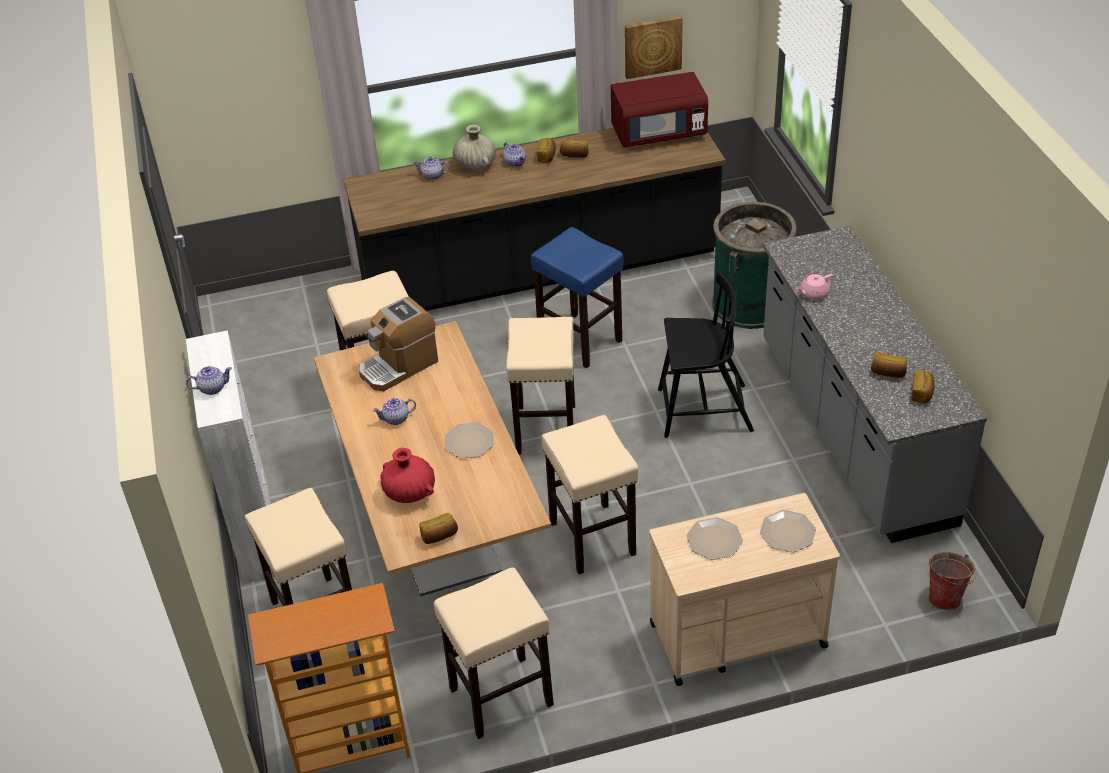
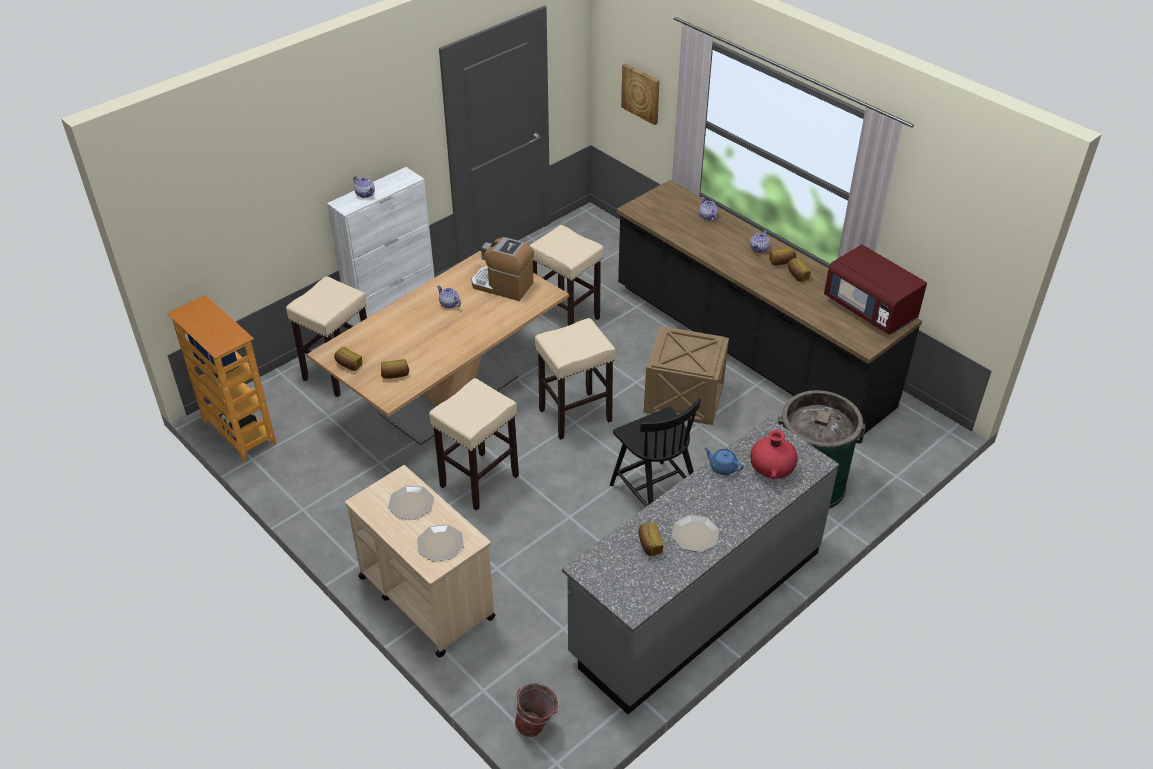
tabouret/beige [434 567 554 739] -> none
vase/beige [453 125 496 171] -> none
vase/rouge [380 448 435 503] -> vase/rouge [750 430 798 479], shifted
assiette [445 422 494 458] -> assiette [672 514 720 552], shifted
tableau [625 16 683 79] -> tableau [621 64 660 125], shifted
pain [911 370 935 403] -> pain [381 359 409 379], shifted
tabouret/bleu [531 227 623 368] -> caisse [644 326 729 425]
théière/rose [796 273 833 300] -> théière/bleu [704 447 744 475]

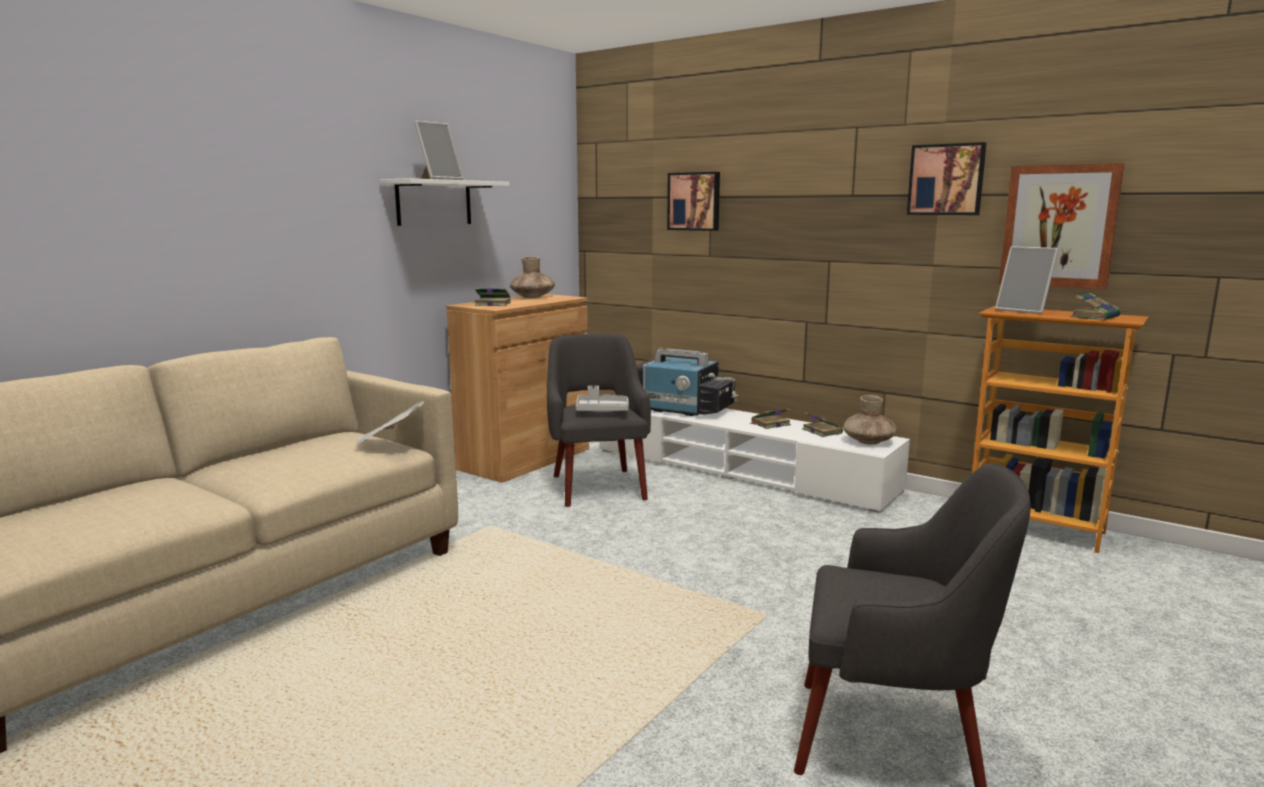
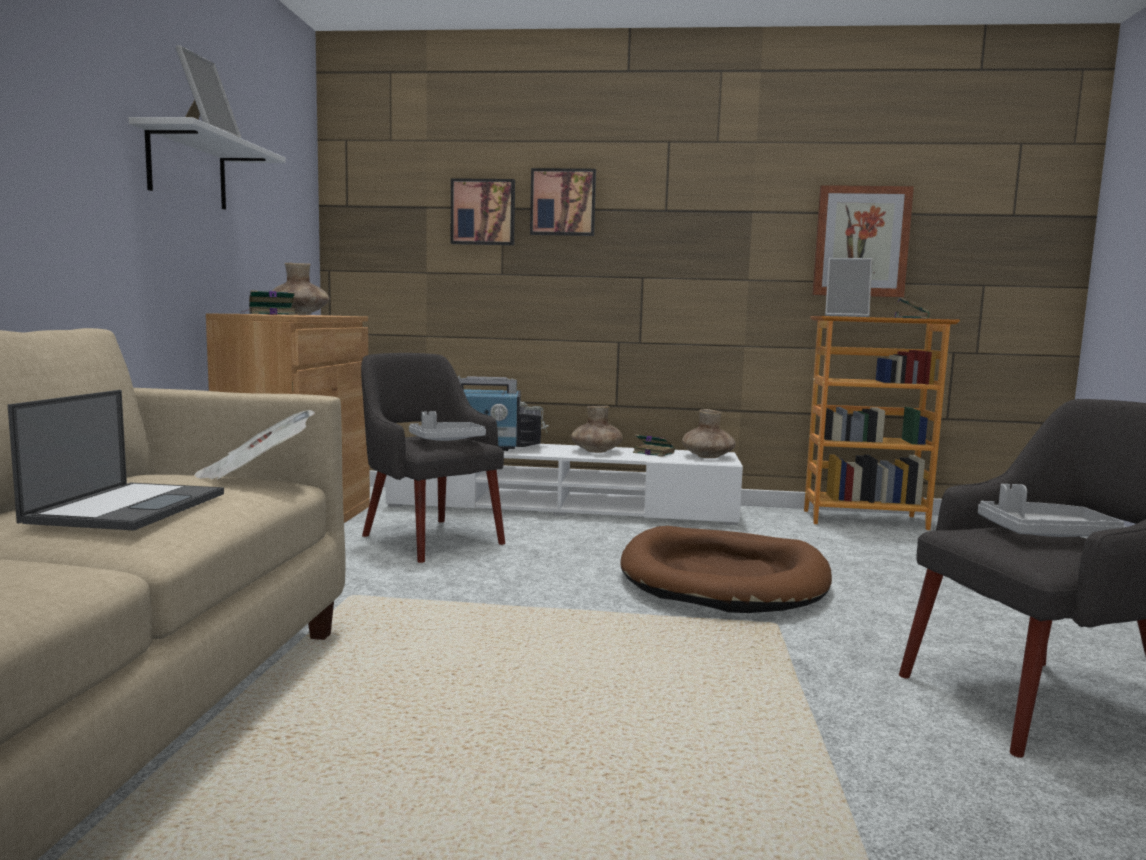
none -> ordinateur portable [8 390 224 531]
none -> panier pour chien/marron [620 526 832 613]
none -> plateau/gris [978 484 1126 537]
tableau [907 142 986 215] -> tableau [530 168 596 236], shifted
livre [751 408 791 429] -> vase/marron [571 406 623 453]

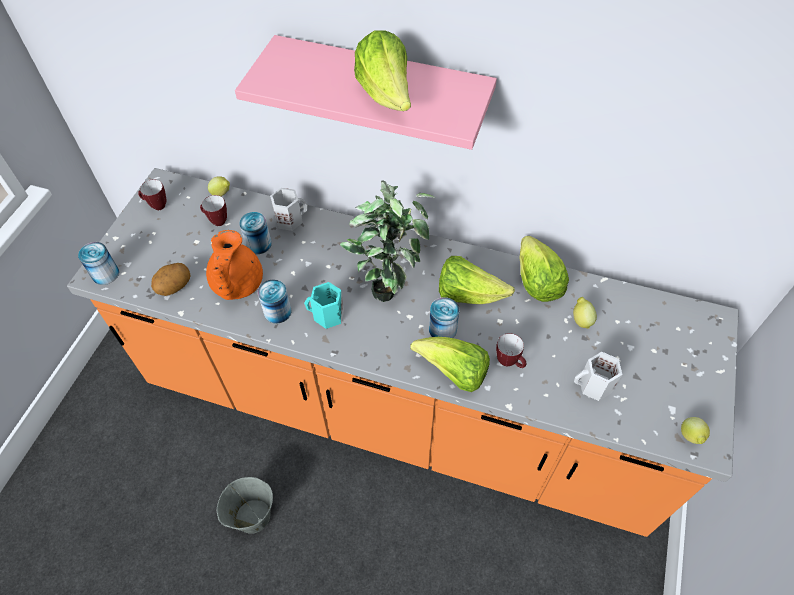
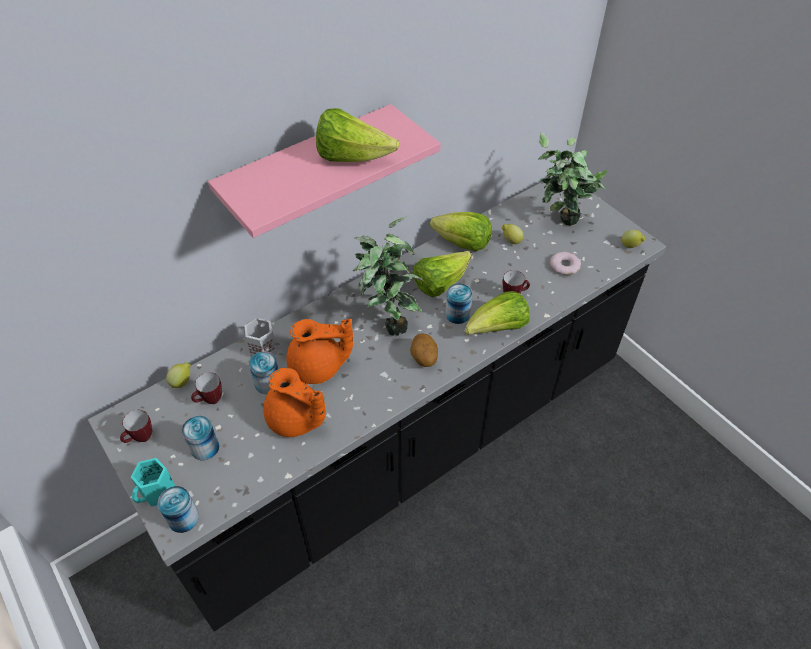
seau/gris [217 477 273 534] -> none
none -> théière/orange [286 319 353 384]
none -> plante en pot [538 132 607 226]
pomme de terre [151 263 191 296] -> pomme de terre [410 333 438 367], shifted
boîte métallique [258 279 291 324] -> boîte métallique [182 416 219 460], shifted
mug/turquoise [304 282 344 329] -> mug/turquoise [131 458 175 507], shifted
mug/blanc [574 352 623 401] -> beignet [550 252 581 275]
comptoir de cuisine/orange [67 168 739 537] -> comptoir de cuisine/noir [88 175 666 632]

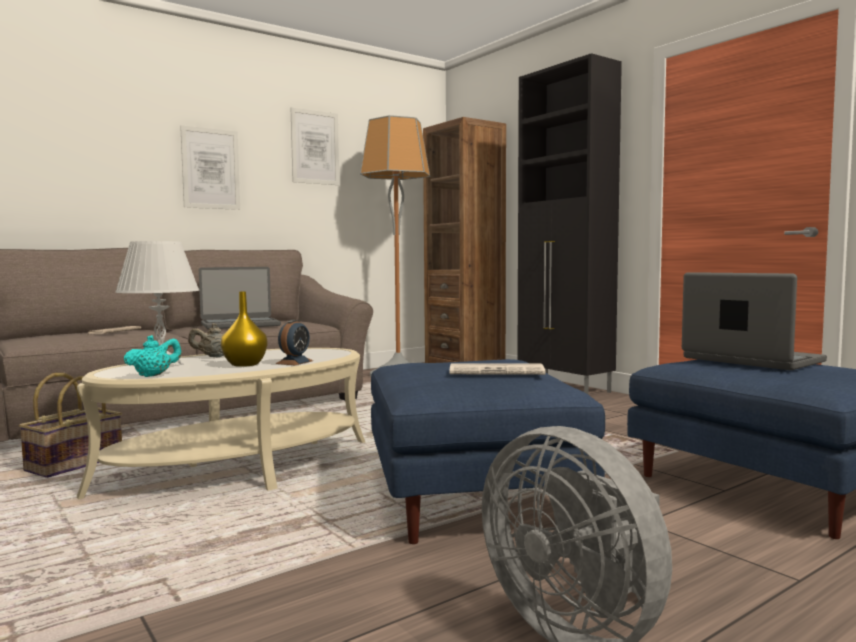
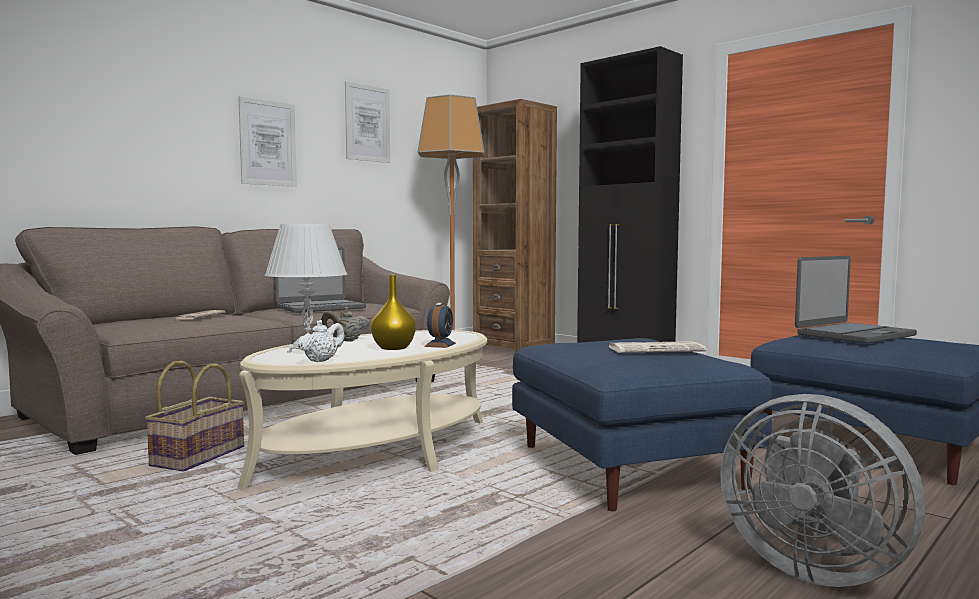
théière/turquoise [124 335 181 377] -> théière/blanc [298 320 345 362]
ordinateur portable [682 272 827 370] -> ordinateur portable [795 256 917 344], 105 degrees clockwise

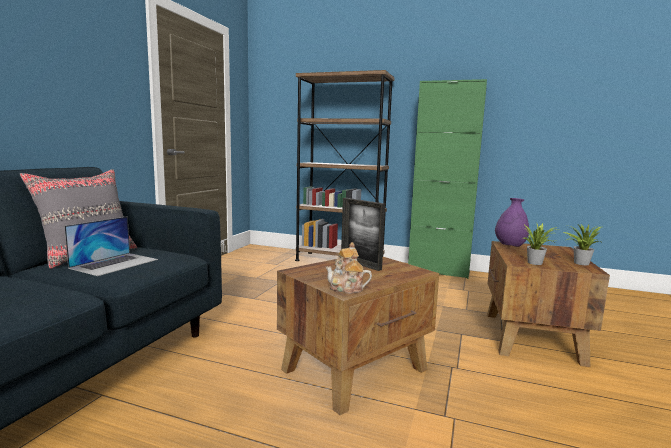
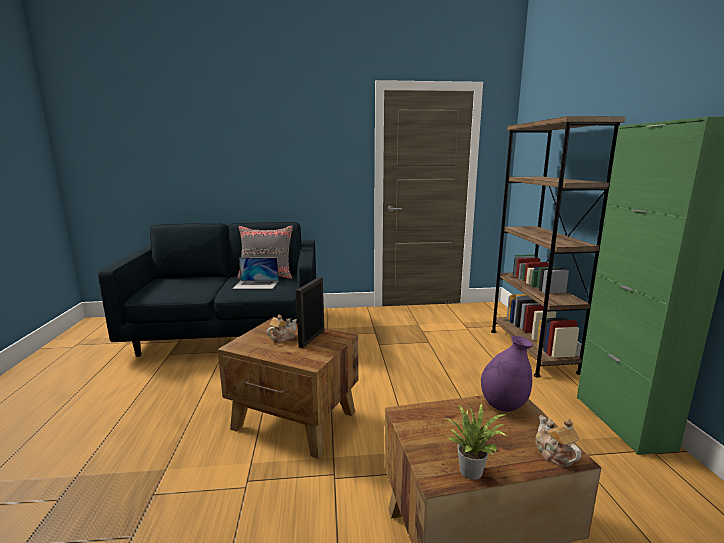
plante en pot [522 222 561 265] -> none
théière [326 253 372 294] -> théière [535 415 581 466], shifted

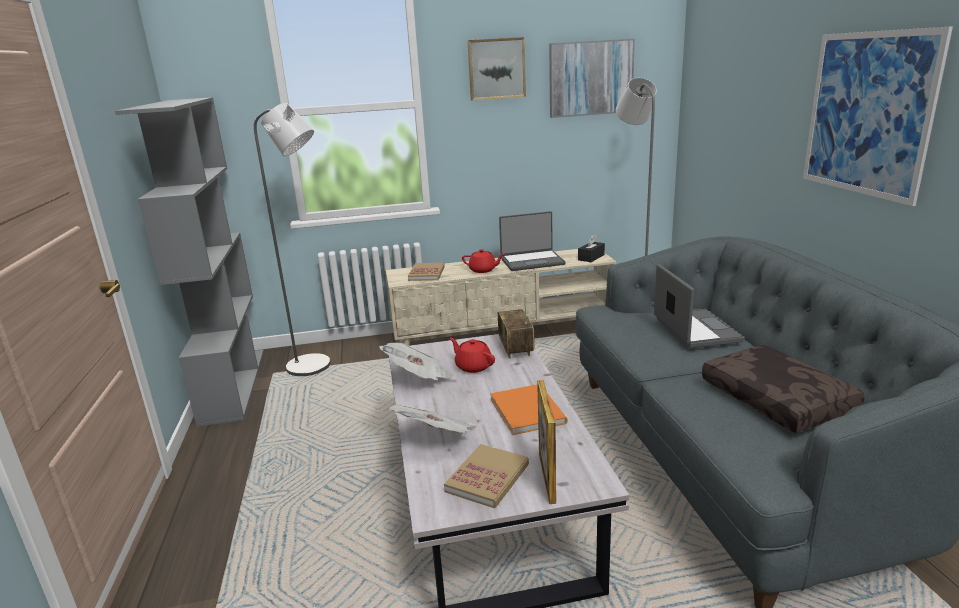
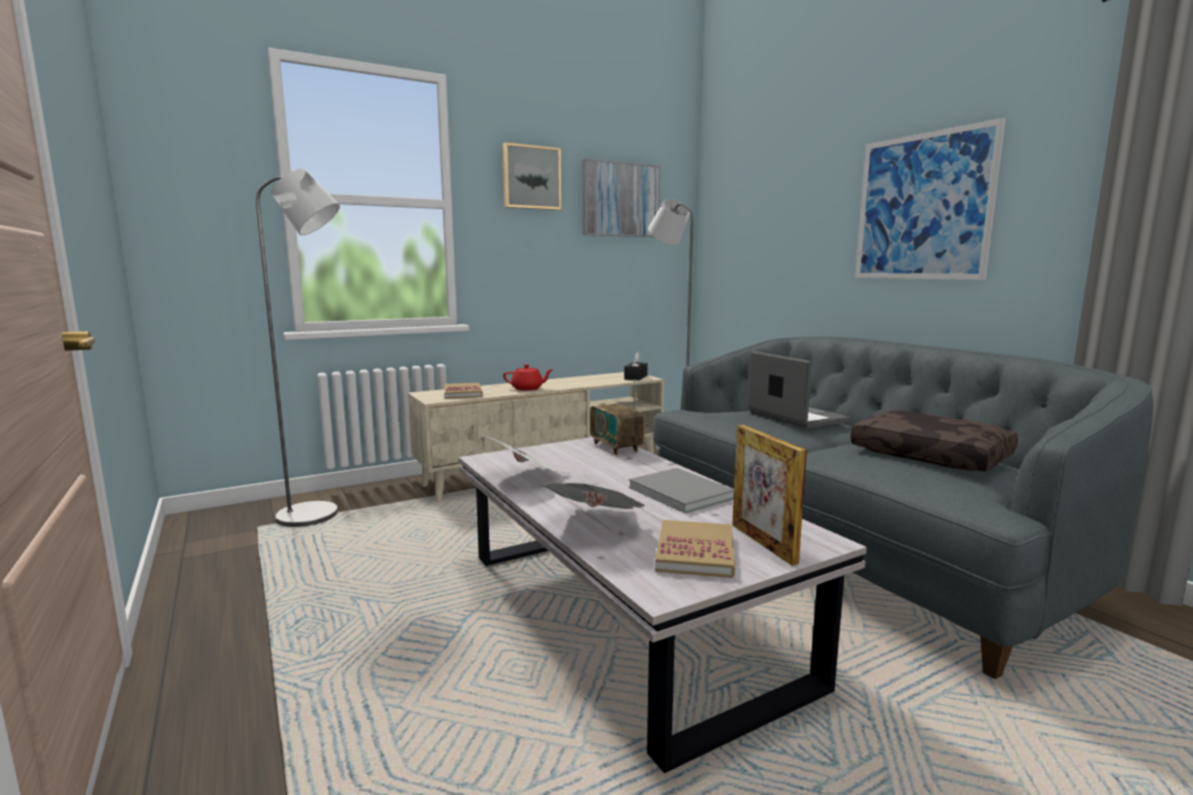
bibliothèque/gris [115 97 264 427] -> none
théière/rouge [450 338 495 373] -> none
ordinateur portable [499 211 565 271] -> none
livre/orange [490 385 567 435] -> livre/gris [629 468 734 513]

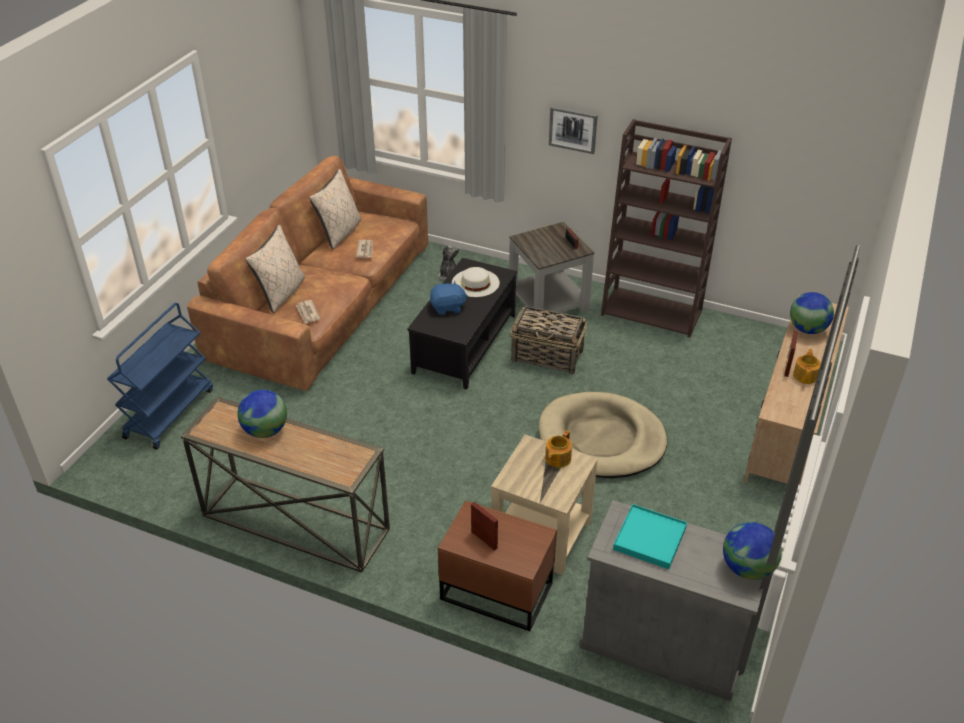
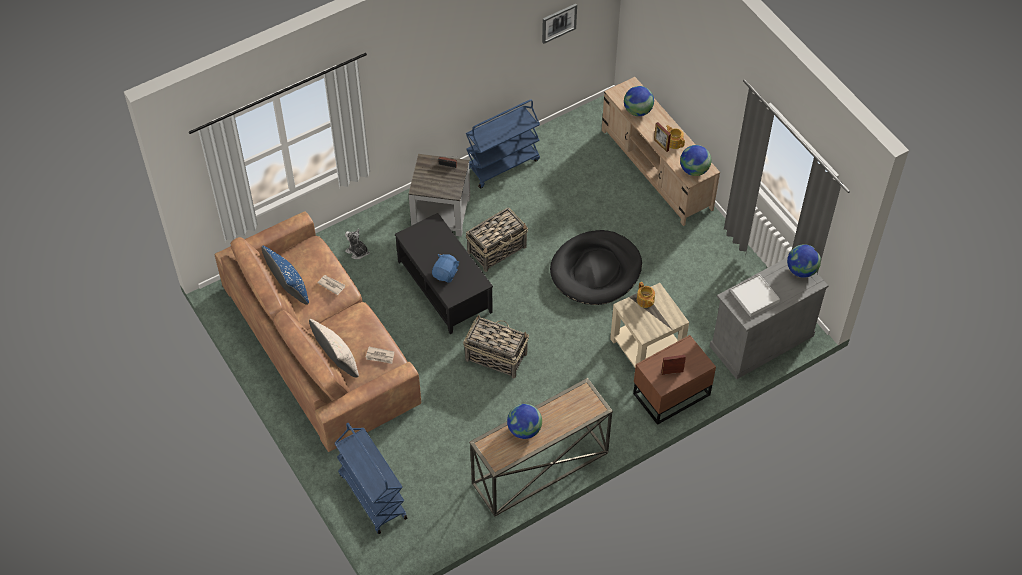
chapeau/blanc [452 267 500 297] -> none
none -> panier [463 315 529 379]
none -> globe [680 145 711 176]
tableau [549 106 598 154] -> tableau [542 4 577 44], shifted
bibliothèque/marron [601 119 732 338] -> chariot/bleu [466 99 540 189]
coussin/beige [309 169 362 249] -> coussin/bleu [261 246 309 305]
panier pour chien/beige [539 392 667 478] -> panier pour chien/noir [550 230 642 305]
plateau/turquoise [613 504 687 569] -> plateau/blanc [730 274 780 317]

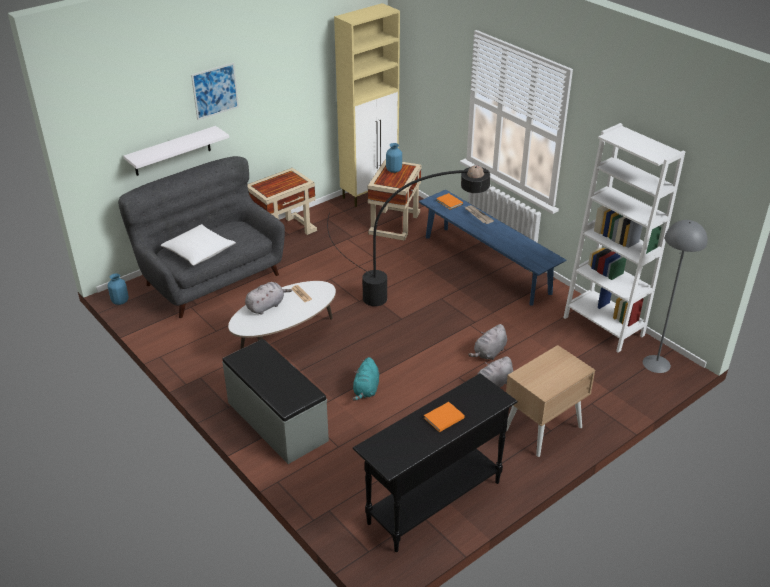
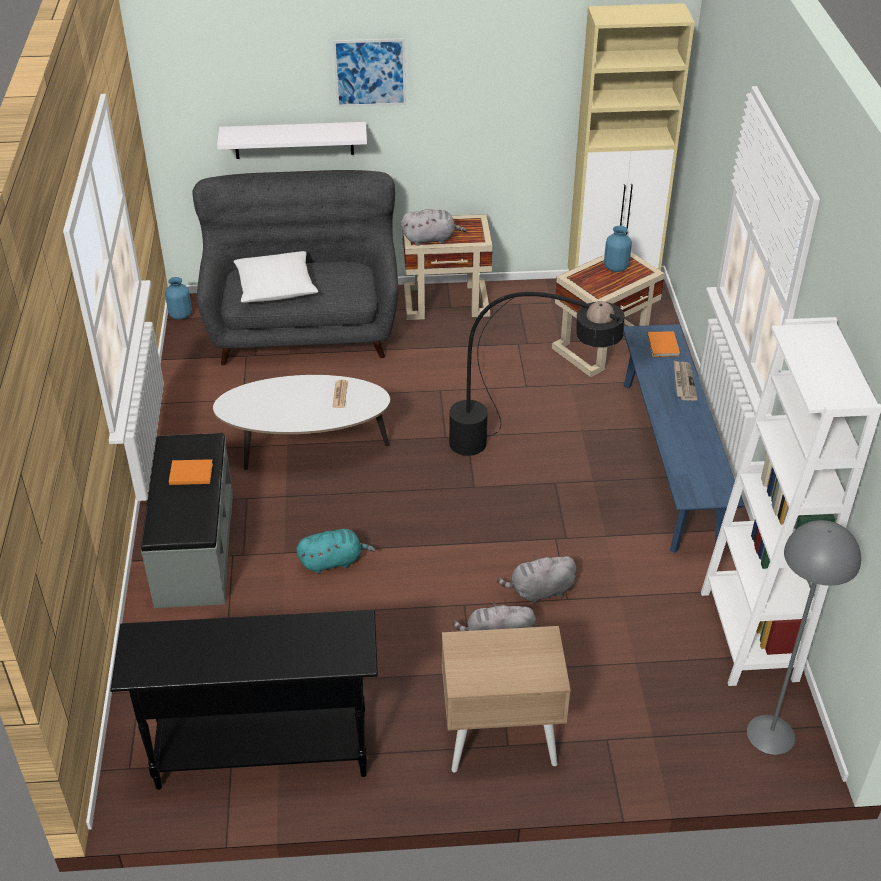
peluche/gris [245 282 292 315] -> peluche/gris [401 209 467 246], shifted
livre/orange [424 402 465 432] -> livre/orange [169 459 213 485], shifted
peluche/turquoise [352 357 379 401] -> peluche/turquoise [296 529 376 573], 150 degrees counterclockwise

